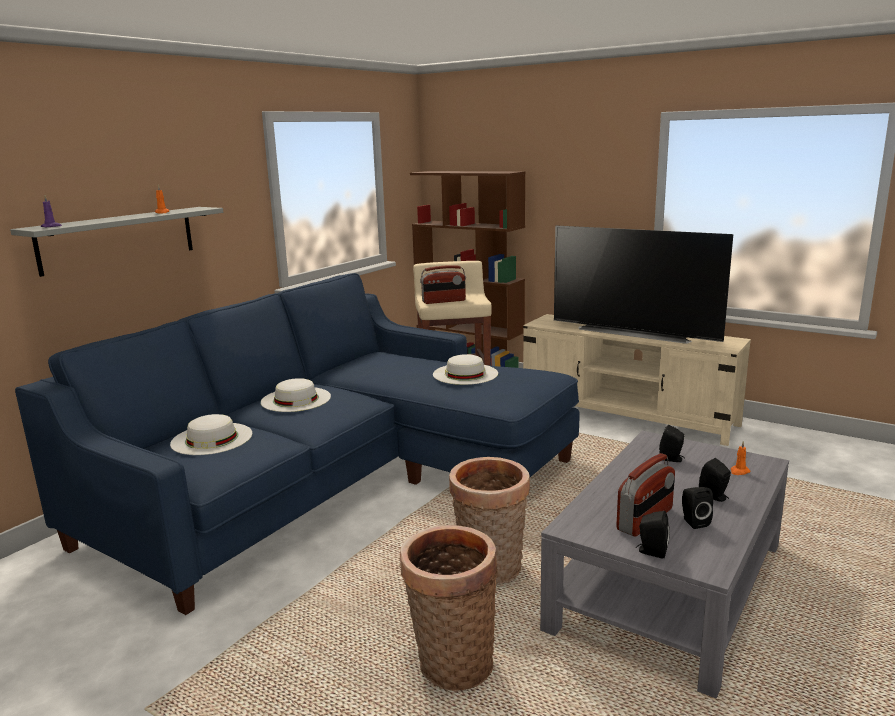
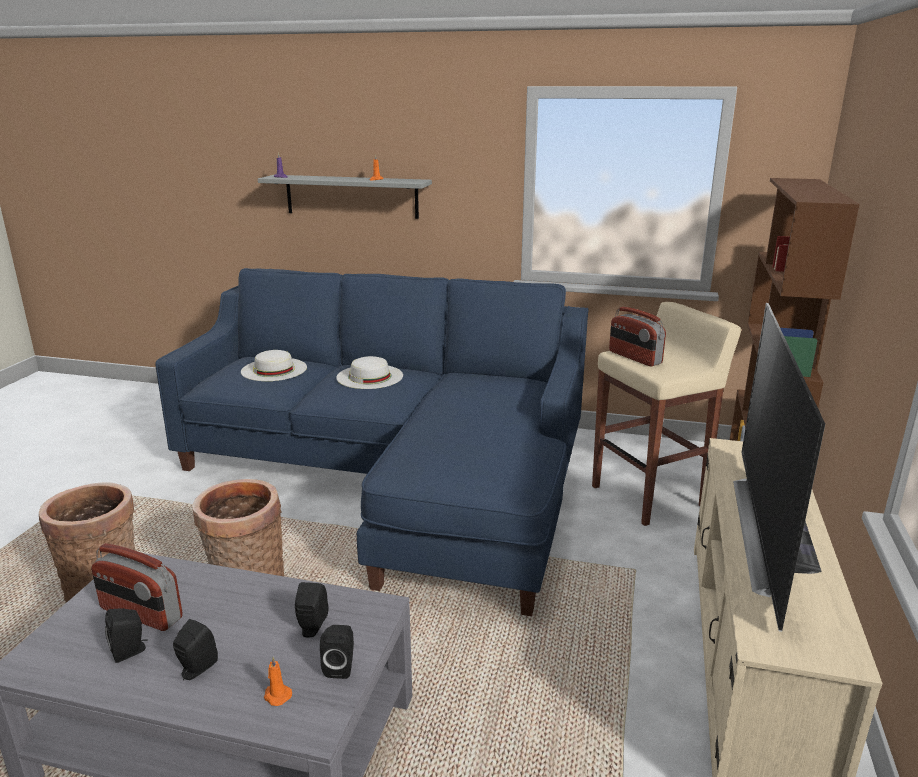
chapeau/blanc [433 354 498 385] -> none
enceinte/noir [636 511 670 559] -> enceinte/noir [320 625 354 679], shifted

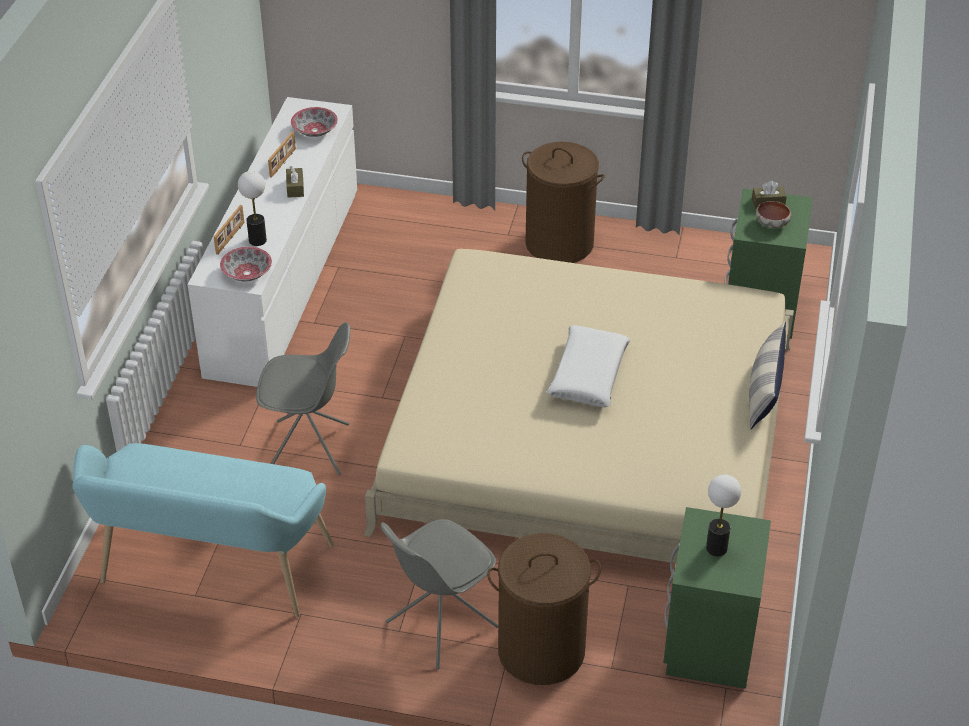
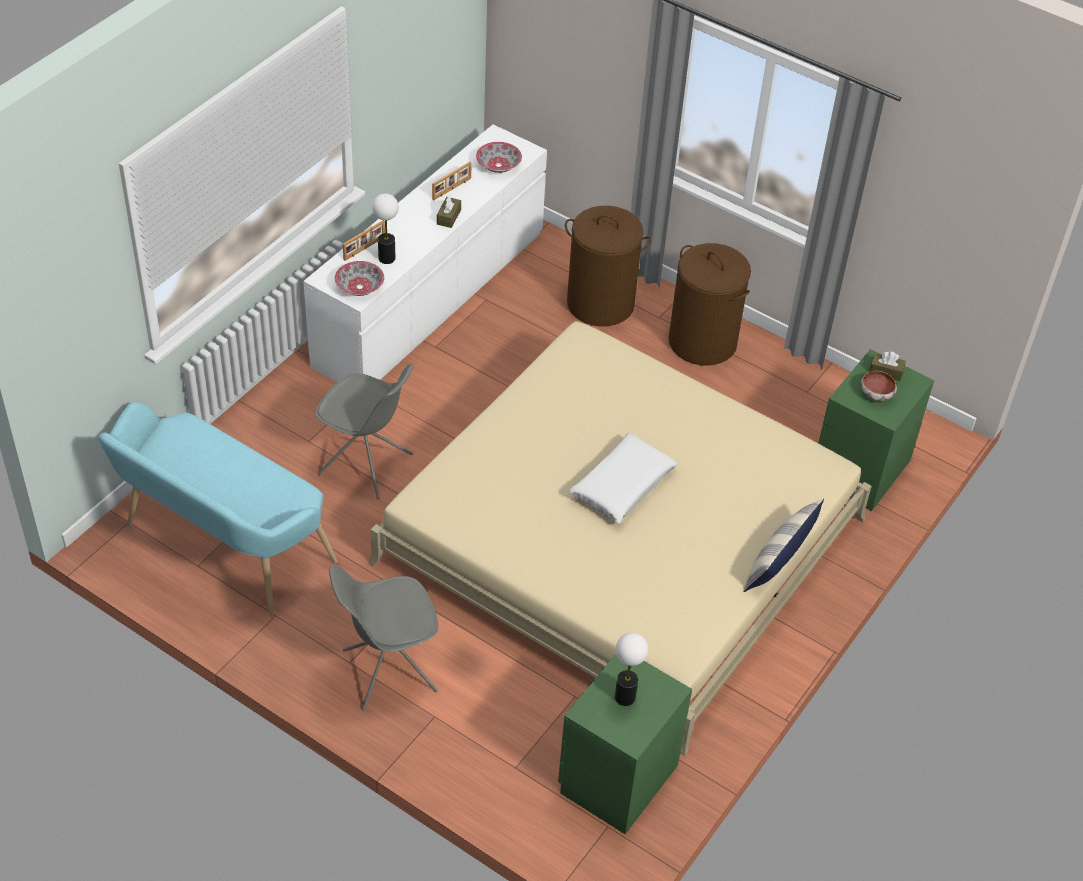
panier à linge/marron [487 533 601 685] -> panier à linge/marron [565 206 651 327], shifted

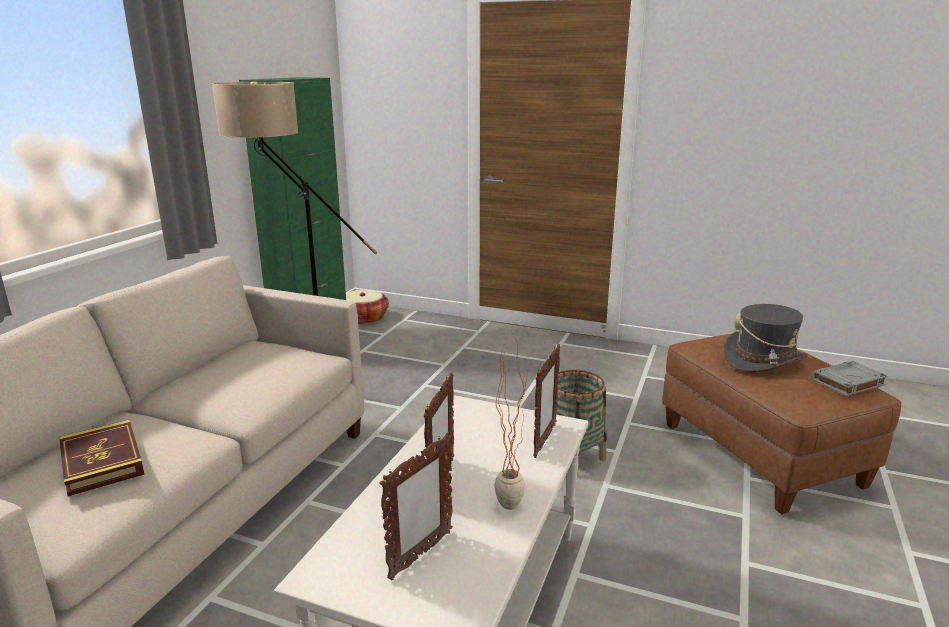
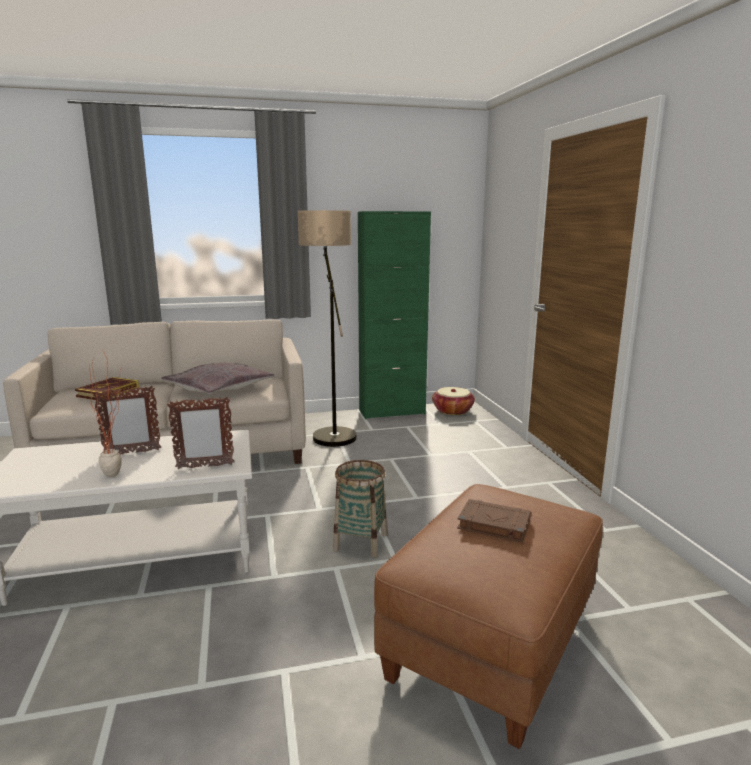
cadre photo [379 432 453 580] -> none
livre/gris [811 361 888 396] -> none
none -> coussin/gris [161 363 274 394]
chapeau/gris [723 304 808 372] -> livre/marron [457 499 531 543]

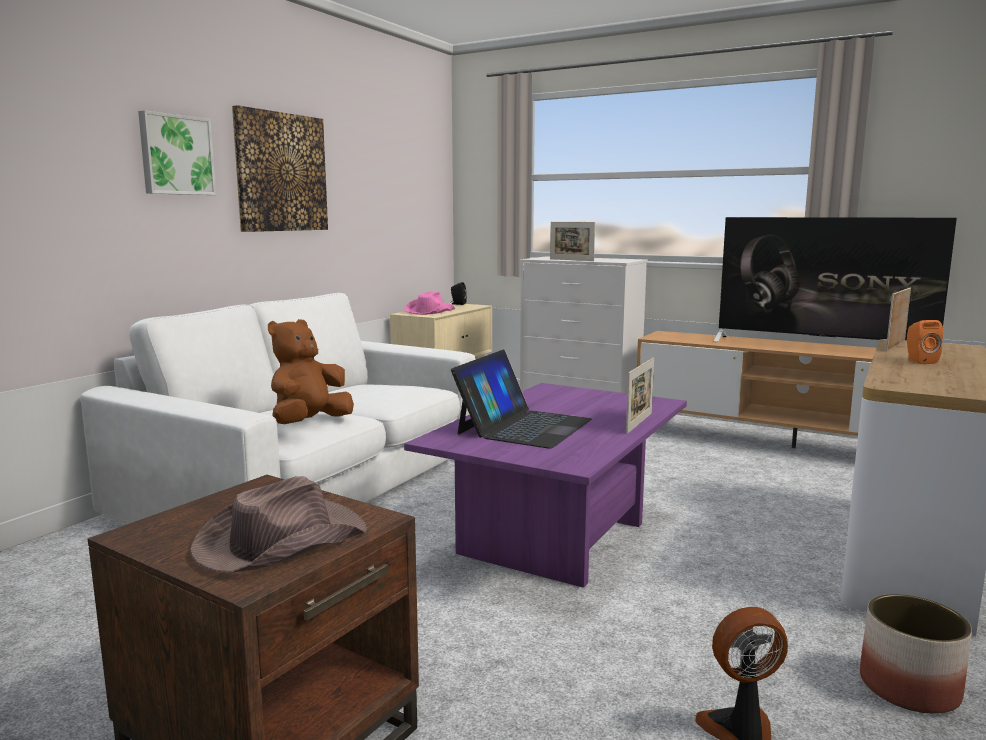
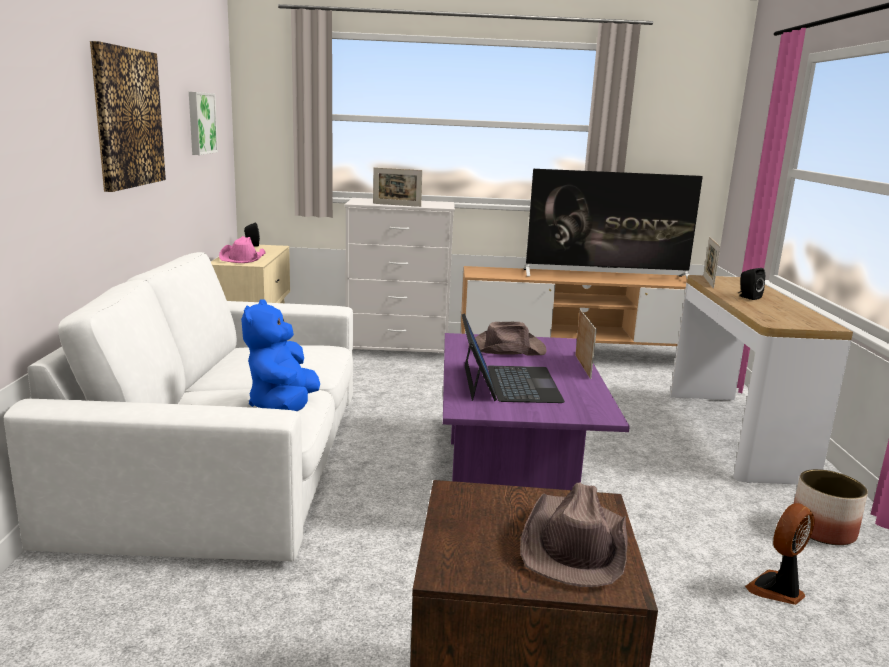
none -> chapeau/marron [468 322 547 356]
tableau [138 110 216 195] -> tableau [189 92 218 155], shifted
peluche/marron [268 319 354 424] -> peluche/bleu [241 299 320 411]
enceinte/orange [907 320 943 364] -> enceinte/noir [739 268 765 300]

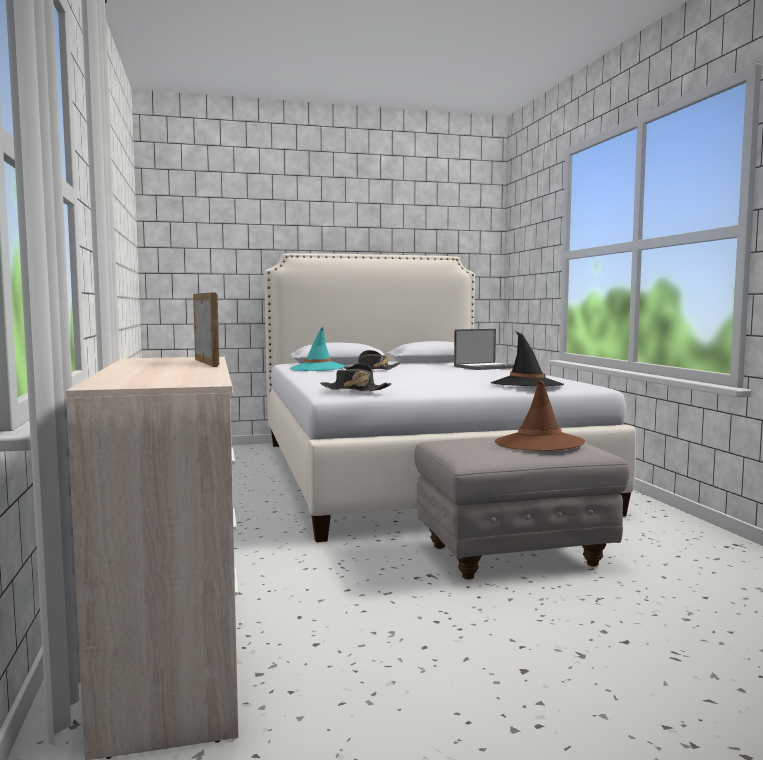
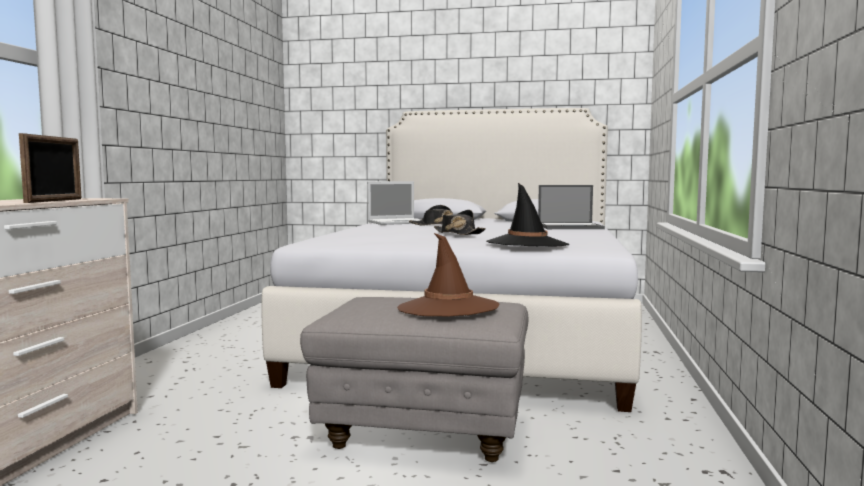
chapeau/noir [320 363 391 391] -> chapeau/noir [434 210 486 235], shifted
chapeau/turquoise [290 327 346 371] -> ordinateur portable [367 181 422 225]

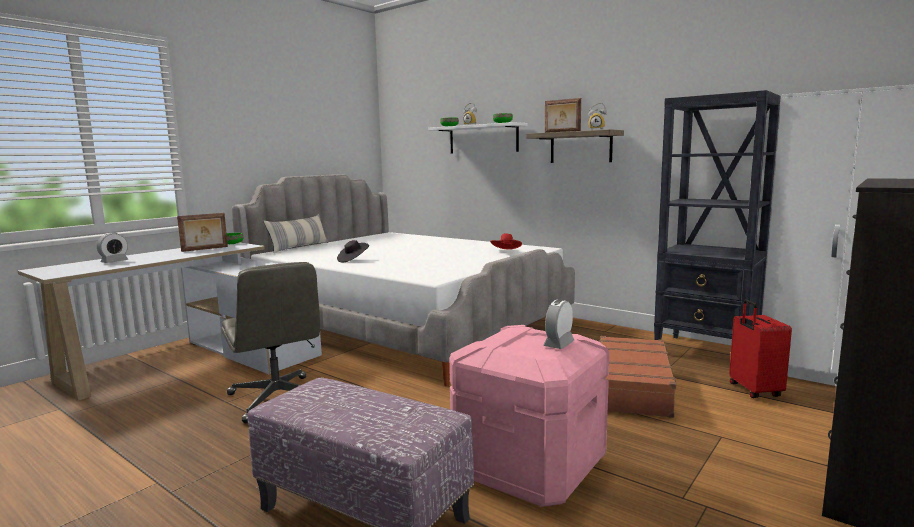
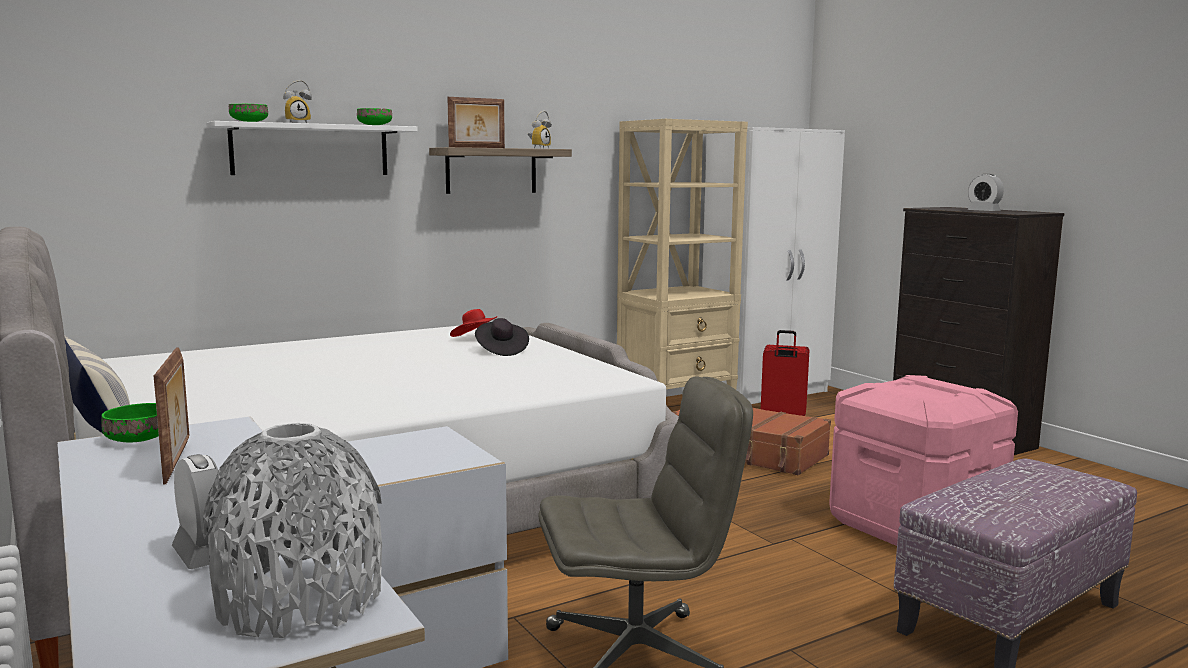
none -> vase/gris [203 423 382 638]
chapeau/noir [337 240 369 262] -> chapeau/noir [475 318 529 356], shifted
réveil [543 299 574 349] -> réveil [968 174 1004 211], shifted
bibliothèque/noir [654 90 781 340] -> bibliothèque/beige [617 119 748 390]

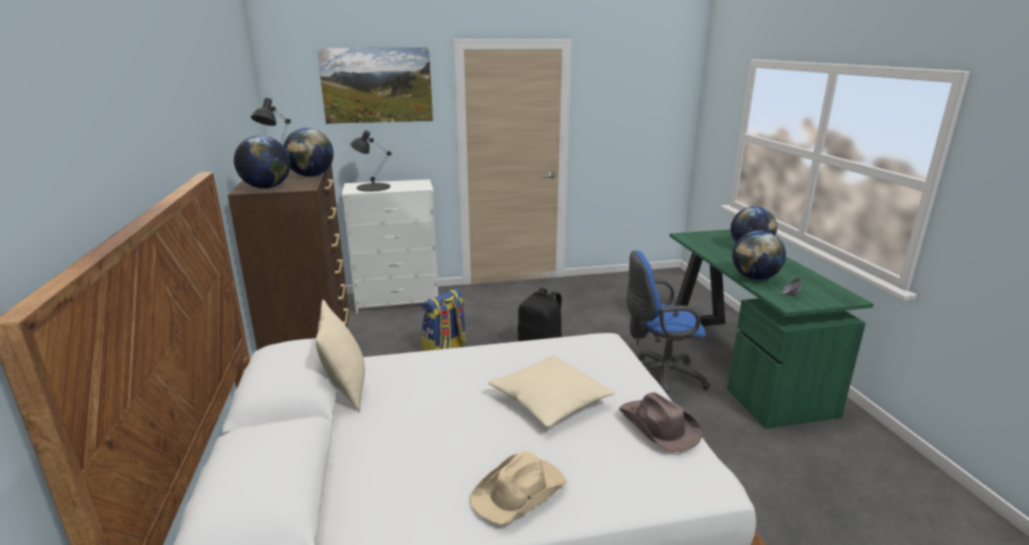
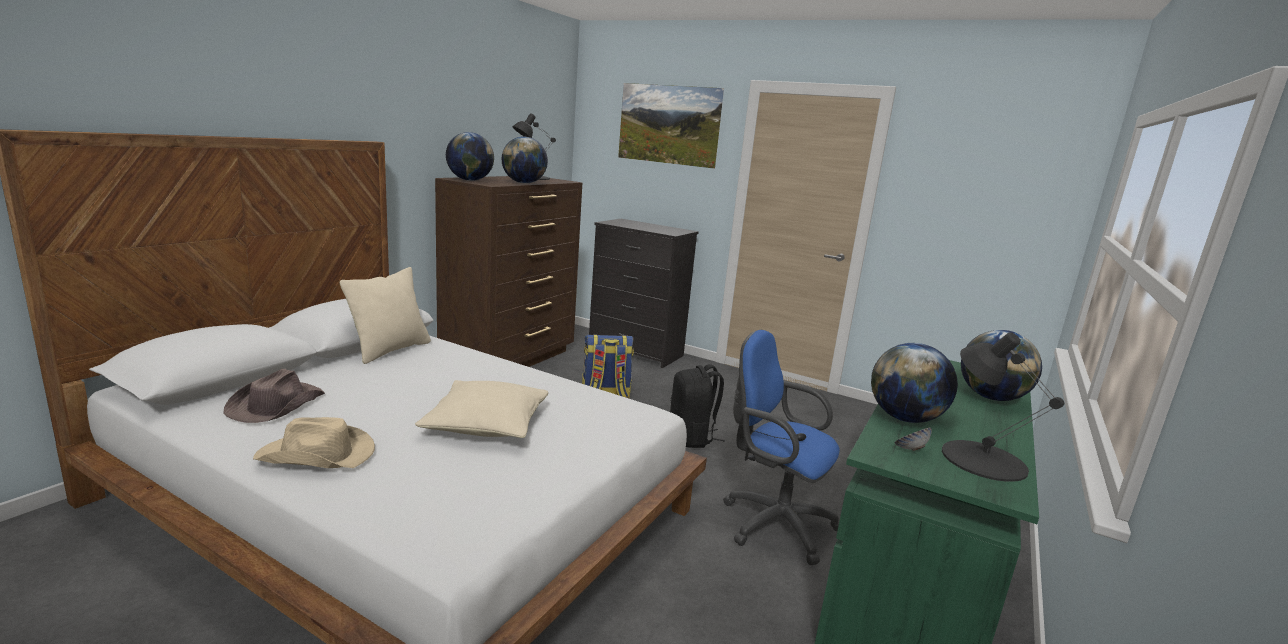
lampe de table/noir [350 130 392 192] -> lampe de table/noir [942 333 1064 482], shifted
chapeau/marron [619 392 702 452] -> chapeau/marron [223 369 325 423], shifted
commode/blanc [341 179 438 313] -> commode/noir [589 219 699 368]

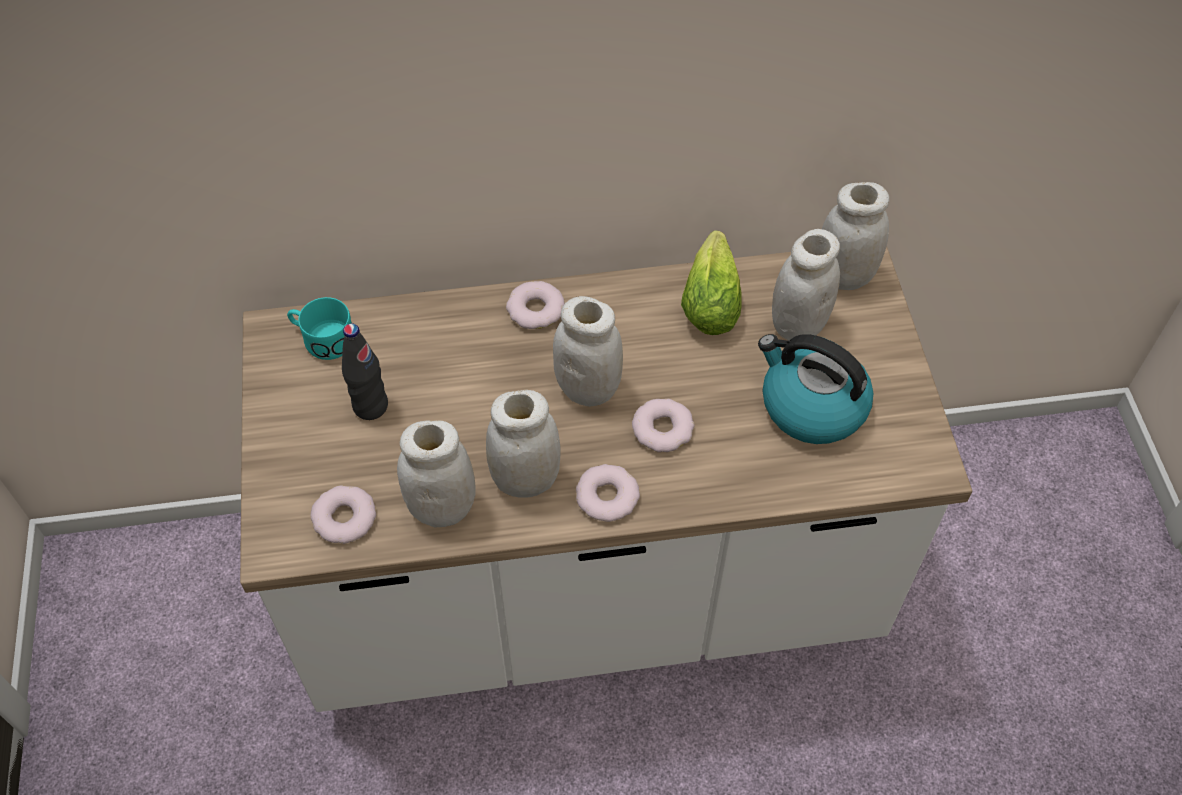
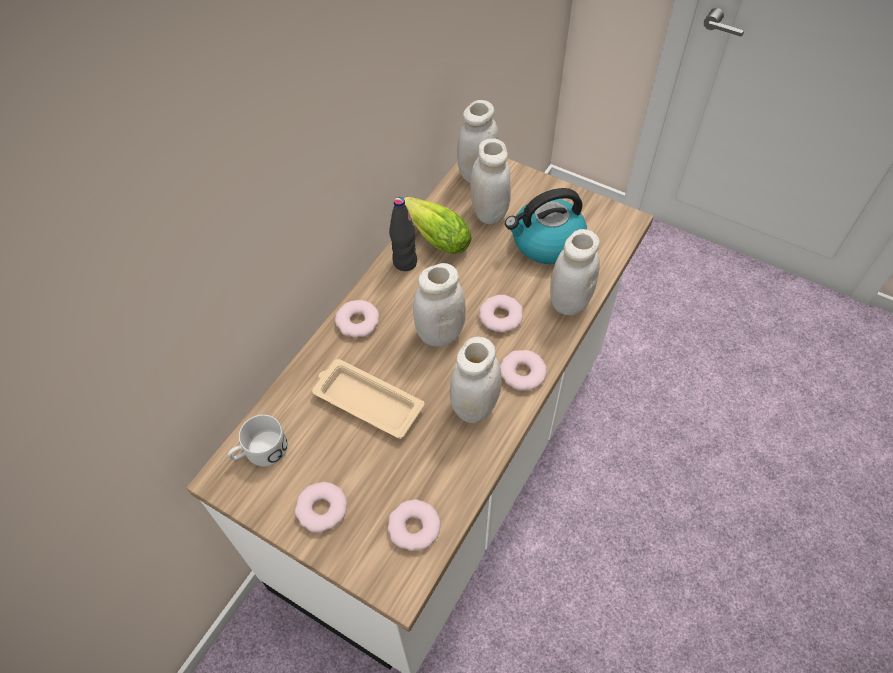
none -> beignet [295 482 347 532]
none -> plateau/beige [312 359 425 439]
bouteille/noir [342 323 388 420] -> bouteille/noir [389 197 417 271], shifted
bocal/blanc [397 421 476 527] -> bocal/blanc [550 229 600 315], shifted
mug/turquoise [287 297 352 360] -> mug/blanc [227 415 288 467]

